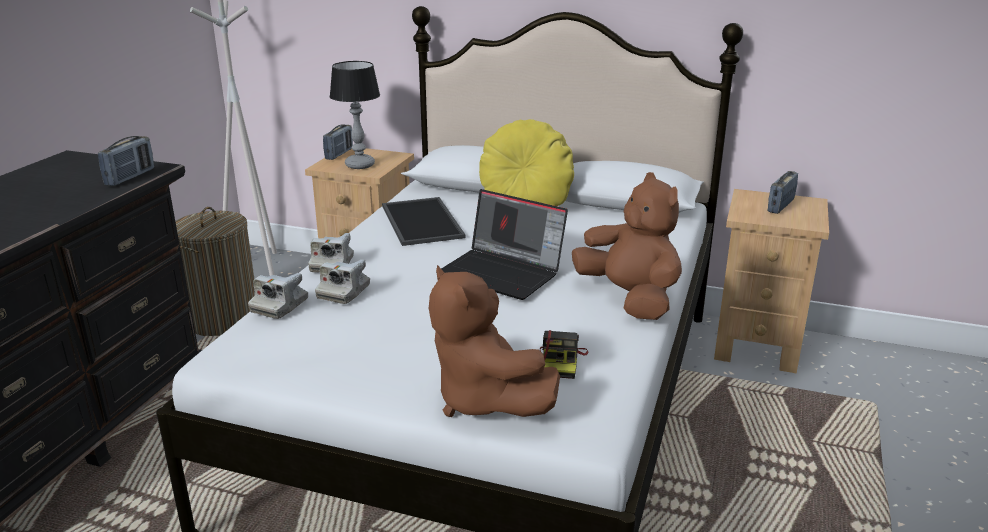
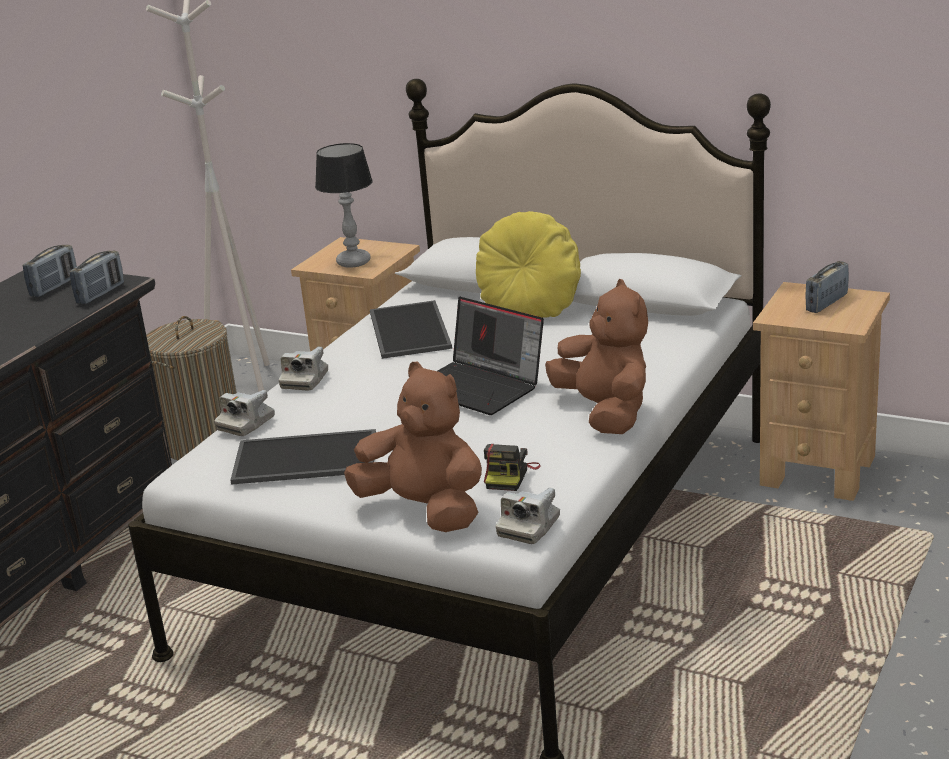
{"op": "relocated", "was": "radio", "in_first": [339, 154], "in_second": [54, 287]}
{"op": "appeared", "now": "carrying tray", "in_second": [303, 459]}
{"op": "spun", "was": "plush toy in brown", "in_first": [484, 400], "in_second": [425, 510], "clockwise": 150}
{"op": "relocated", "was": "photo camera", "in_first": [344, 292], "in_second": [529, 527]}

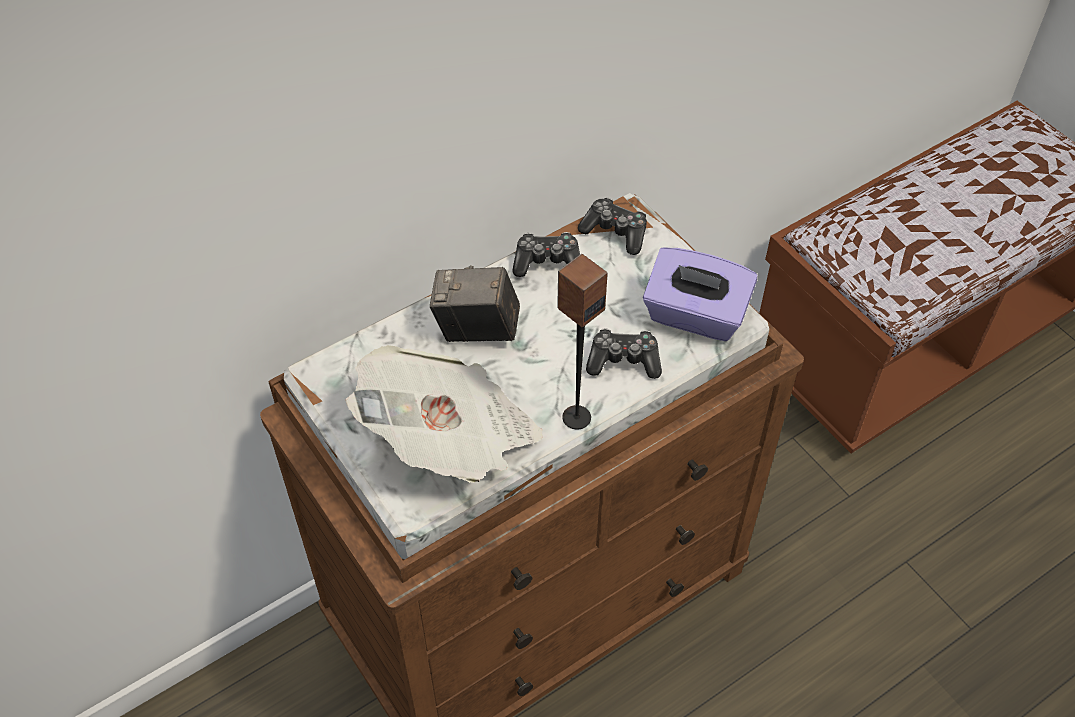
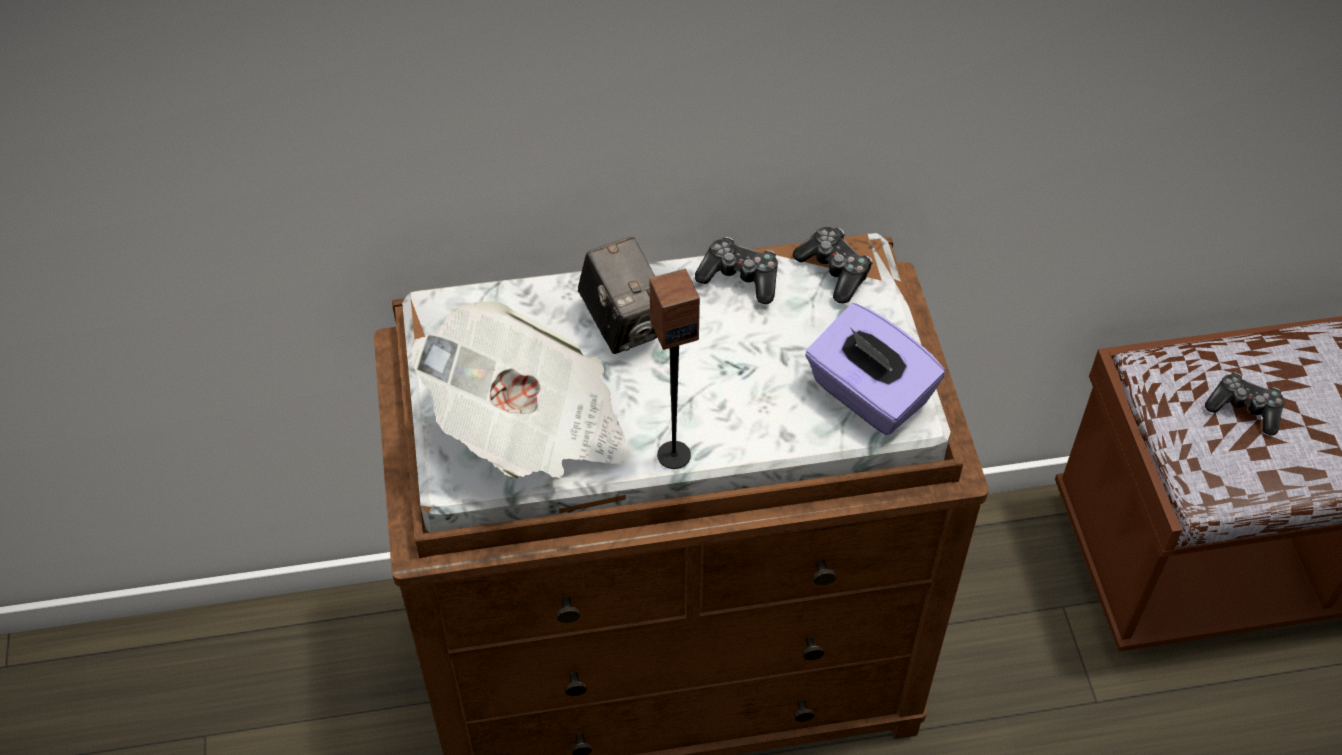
{"op": "spun", "was": "photo camera", "in_first": [477, 330], "in_second": [623, 323], "clockwise": -150}
{"op": "relocated", "was": "joypad", "in_first": [623, 360], "in_second": [1244, 409]}

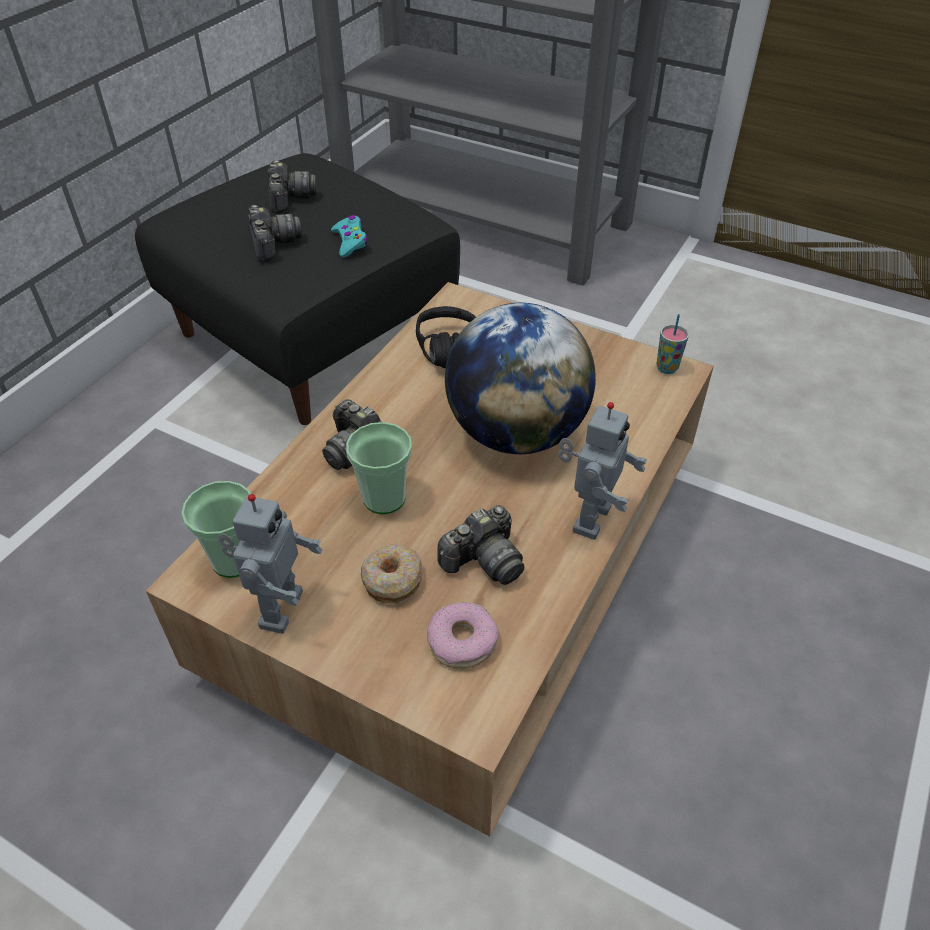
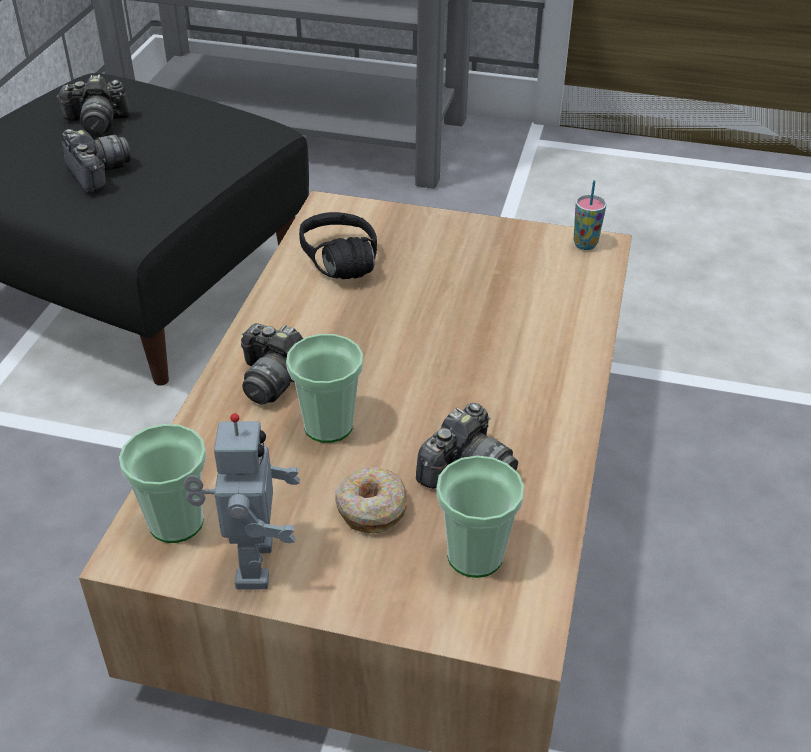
{"op": "spun", "was": "photo camera", "in_first": [290, 199], "in_second": [97, 123], "clockwise": 105}
{"op": "exchanged", "was": "doughnut", "now": "drinking cup", "in_first": [462, 641], "in_second": [475, 555]}
{"op": "missing", "was": "joypad in turquoise", "in_first": [350, 242]}
{"op": "missing", "was": "globe", "in_first": [516, 433]}
{"op": "missing", "was": "toy robot", "in_first": [589, 518]}

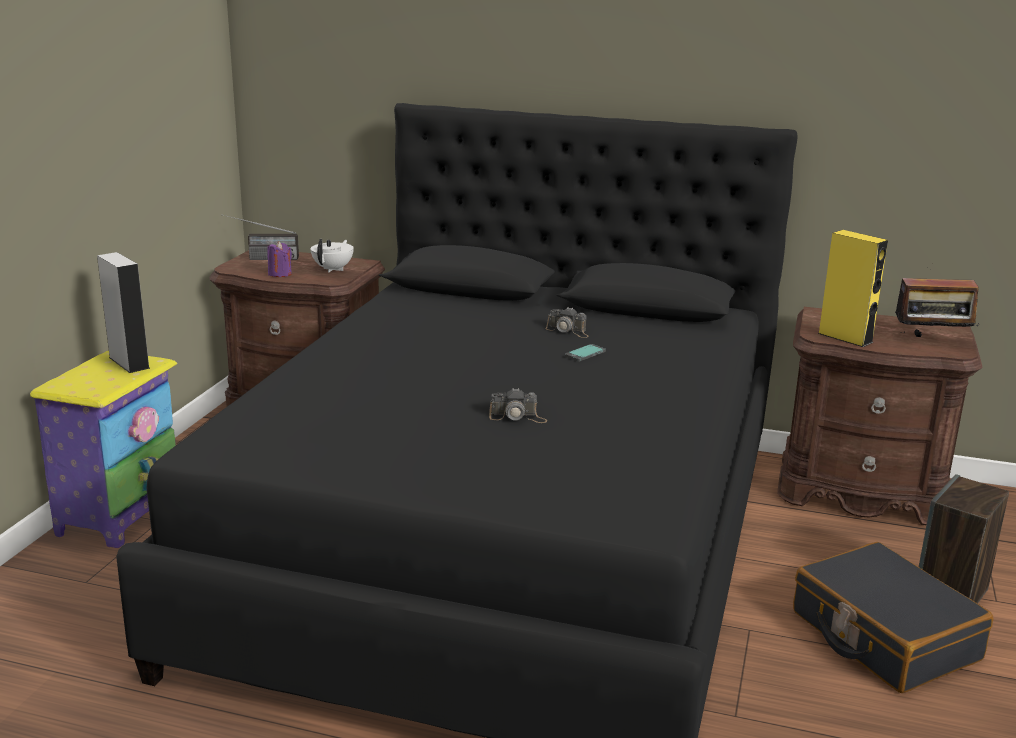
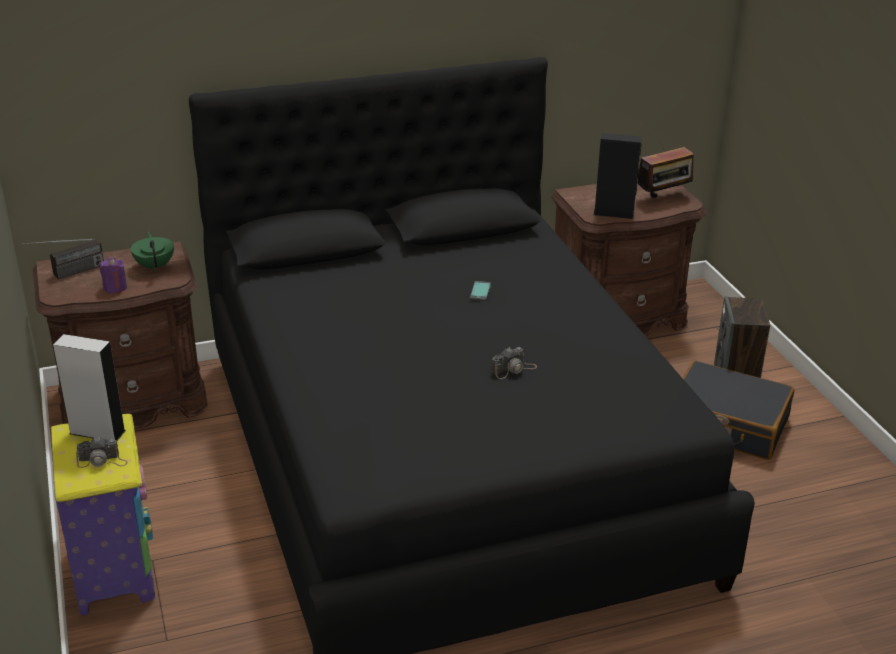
{"op": "relocated", "was": "photo camera", "in_first": [568, 331], "in_second": [102, 461]}
{"op": "colour", "was": "tea pot in white-coloured", "now": "tea pot in green-coloured", "in_first": [333, 269], "in_second": [155, 266]}
{"op": "colour", "was": "speaker in yellow", "now": "speaker in black", "in_first": [845, 338], "in_second": [614, 213]}

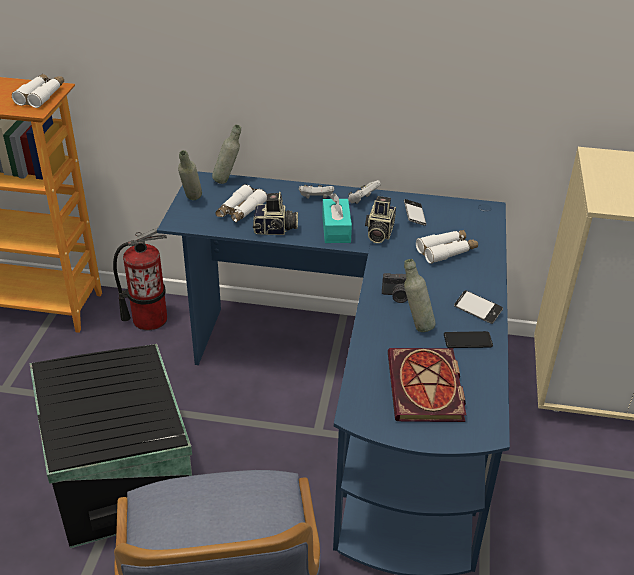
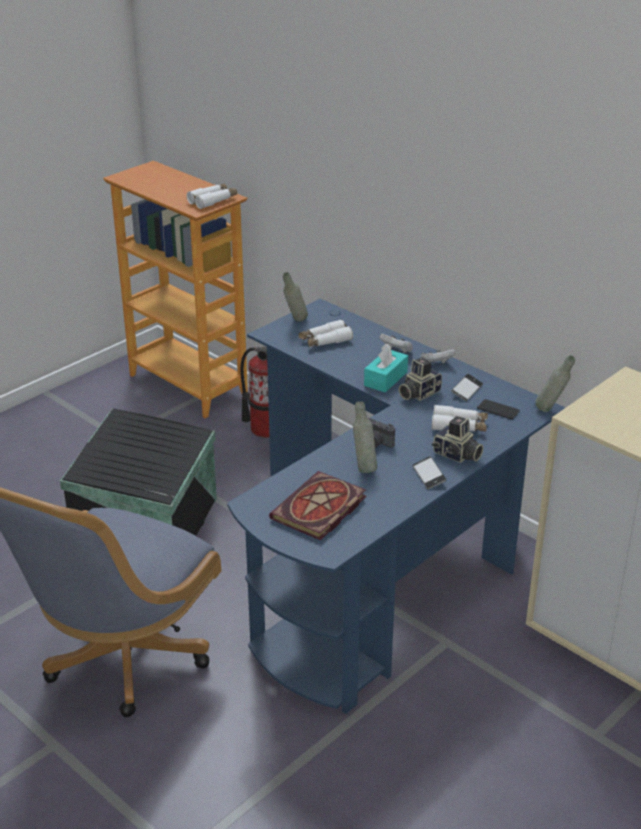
{"op": "relocated", "was": "photo camera", "in_first": [275, 230], "in_second": [457, 455]}
{"op": "relocated", "was": "telephone", "in_first": [468, 340], "in_second": [498, 410]}
{"op": "relocated", "was": "bottle in greyish", "in_first": [228, 181], "in_second": [551, 410]}

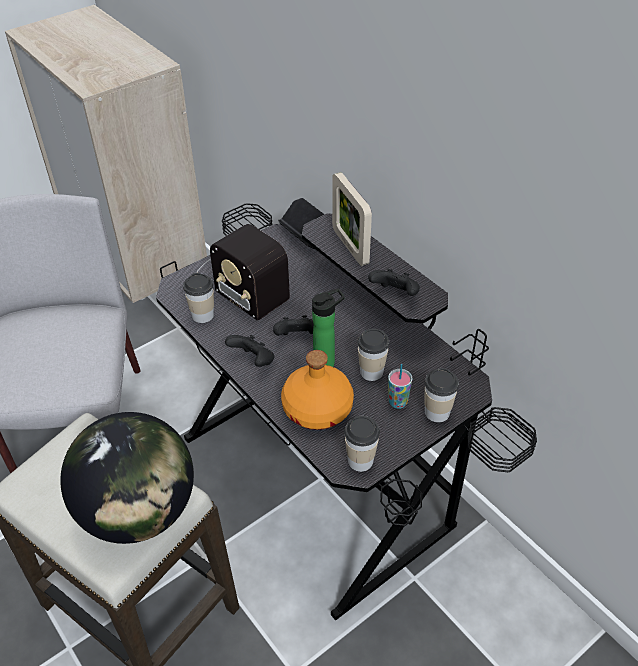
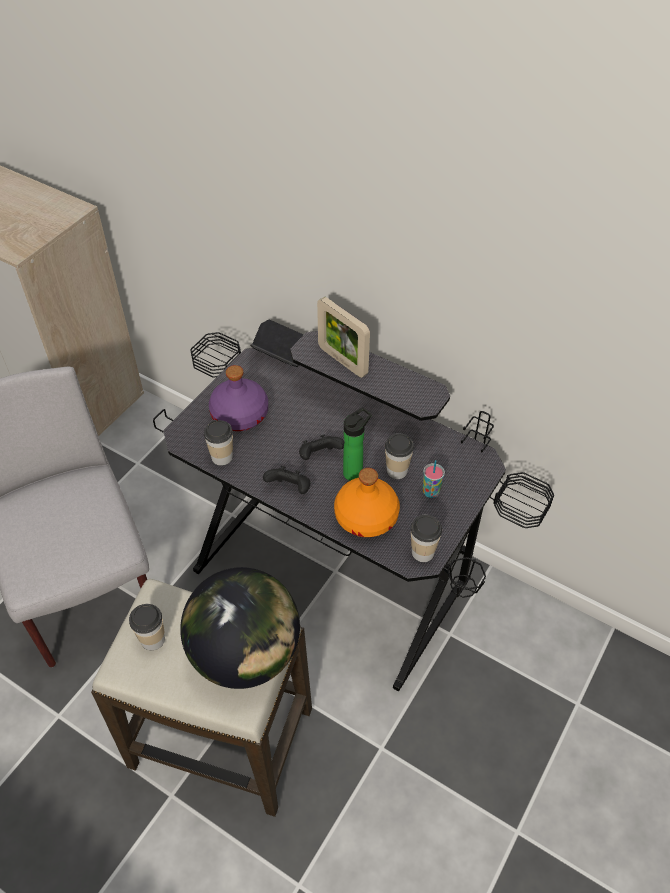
{"op": "relocated", "was": "drinking cup", "in_first": [437, 412], "in_second": [153, 639]}
{"op": "exchanged", "was": "radio", "now": "bottle in purple", "in_first": [240, 281], "in_second": [240, 414]}
{"op": "missing", "was": "joypad in black", "in_first": [395, 295]}

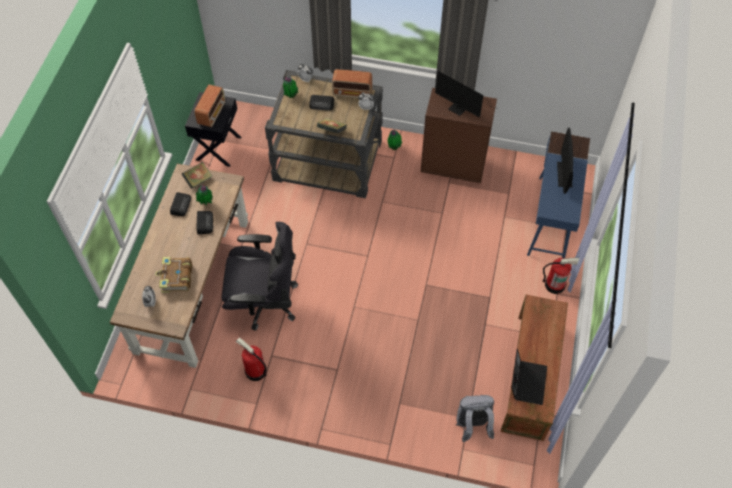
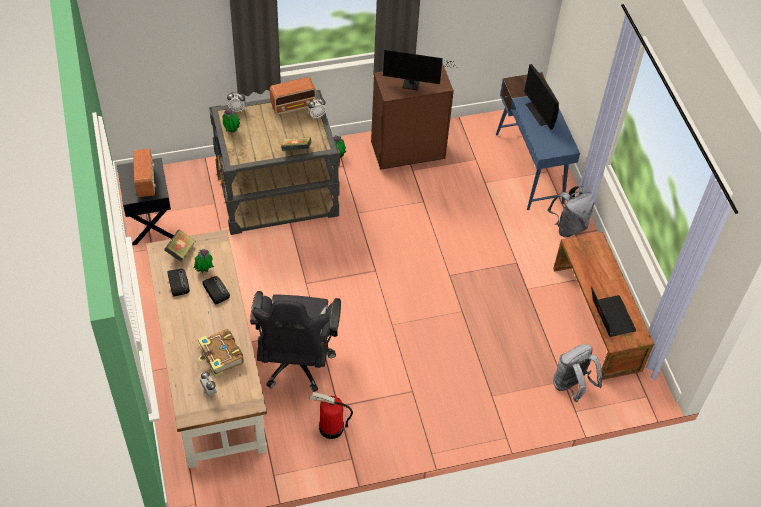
{"op": "spun", "was": "office chair in black", "in_first": [263, 301], "in_second": [296, 357], "clockwise": 120}
{"op": "exchanged", "was": "extinguisher", "now": "knapsack in greyish", "in_first": [555, 284], "in_second": [568, 227]}
{"op": "missing", "was": "radio", "in_first": [322, 104]}

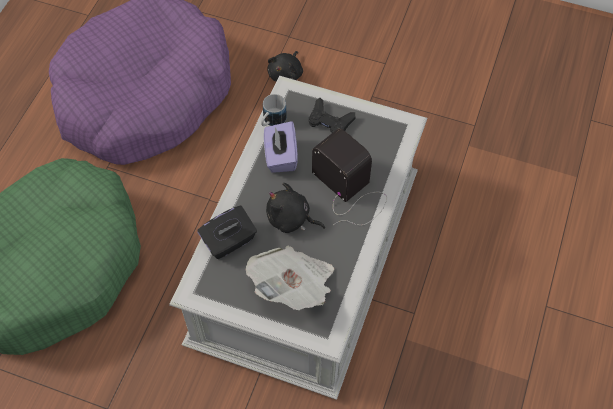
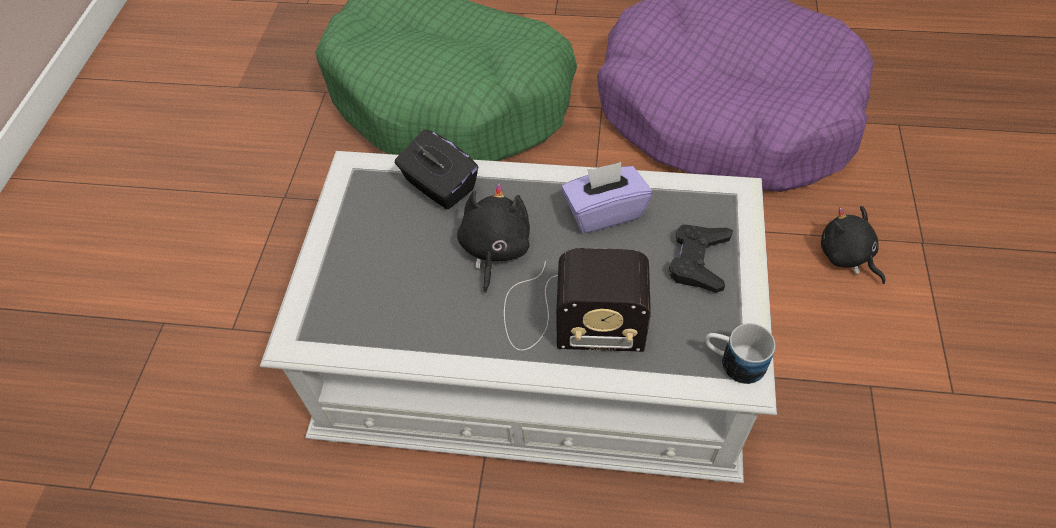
{"op": "spun", "was": "radio", "in_first": [350, 191], "in_second": [568, 317], "clockwise": 60}
{"op": "relocated", "was": "tea mug", "in_first": [271, 121], "in_second": [733, 362]}
{"op": "spun", "was": "plush toy in black", "in_first": [286, 74], "in_second": [847, 256], "clockwise": 45}
{"op": "missing", "was": "newspaper", "in_first": [293, 286]}

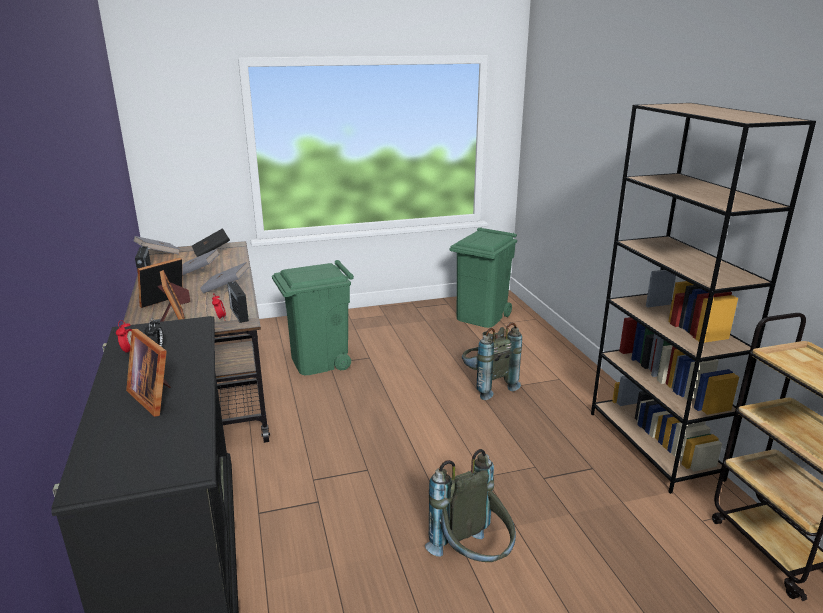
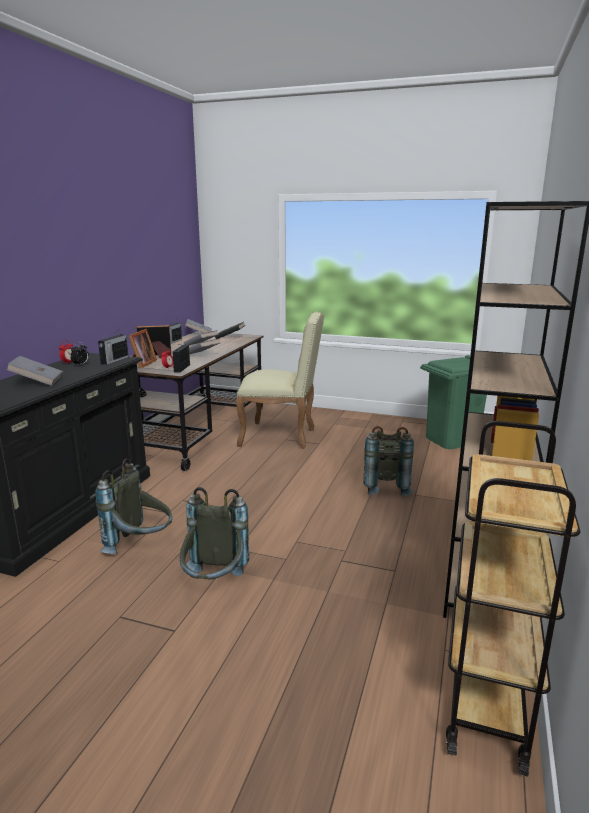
{"op": "exchanged", "was": "standing frame", "now": "volume in greyish", "in_first": [155, 397], "in_second": [37, 382]}
{"op": "appeared", "now": "knapsack in greyish", "in_second": [141, 546]}
{"op": "appeared", "now": "radio", "in_second": [114, 360]}
{"op": "exchanged", "was": "rubbish bin in green-coloured", "now": "plain chair in beige-coloured", "in_first": [318, 361], "in_second": [280, 436]}

